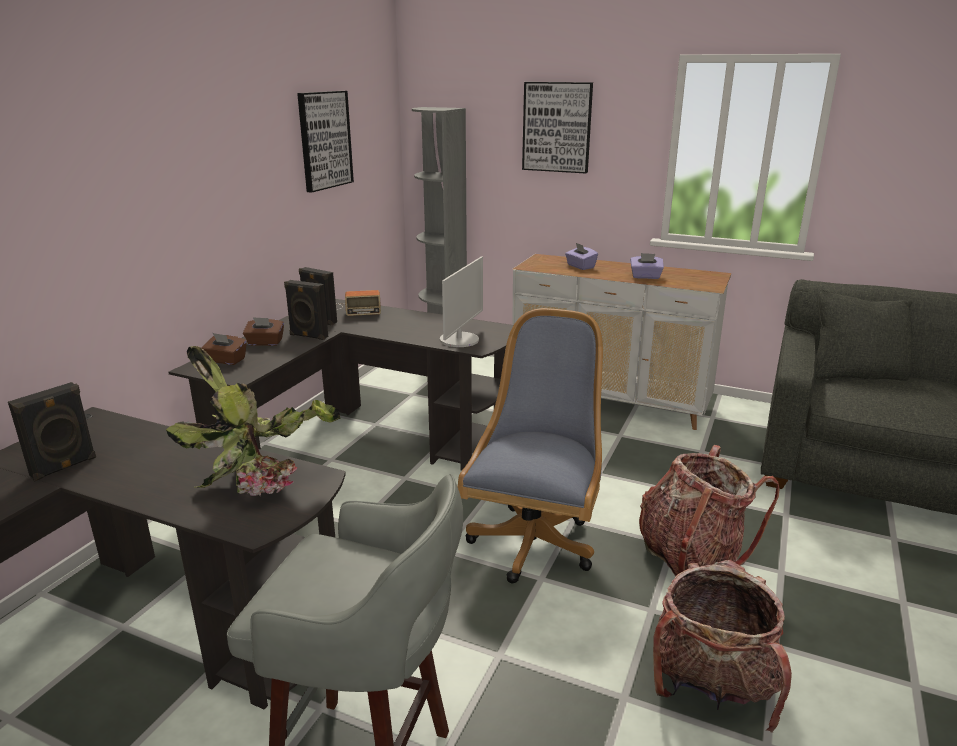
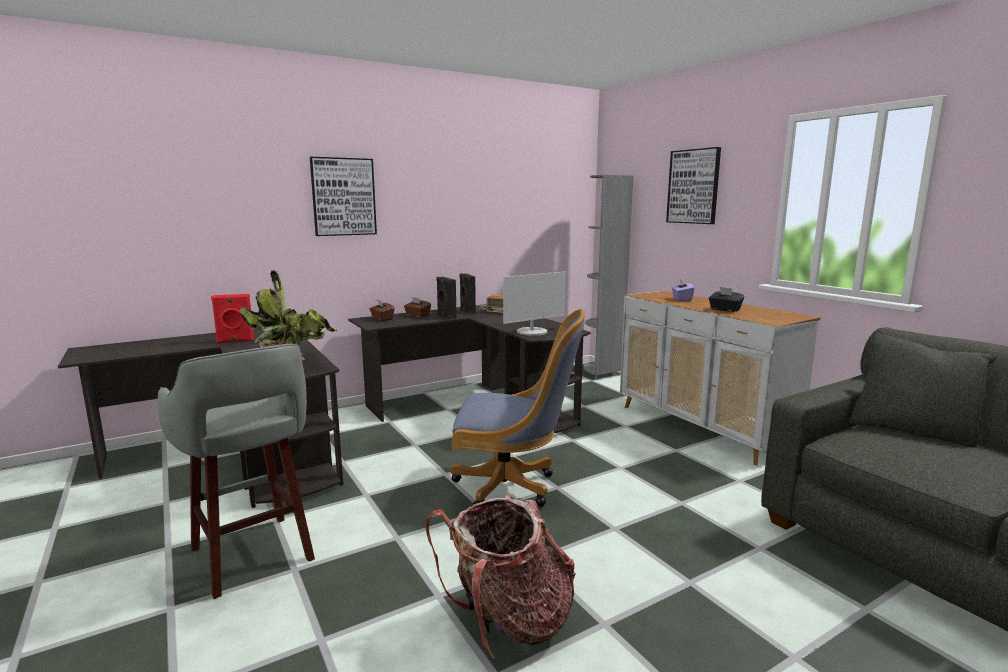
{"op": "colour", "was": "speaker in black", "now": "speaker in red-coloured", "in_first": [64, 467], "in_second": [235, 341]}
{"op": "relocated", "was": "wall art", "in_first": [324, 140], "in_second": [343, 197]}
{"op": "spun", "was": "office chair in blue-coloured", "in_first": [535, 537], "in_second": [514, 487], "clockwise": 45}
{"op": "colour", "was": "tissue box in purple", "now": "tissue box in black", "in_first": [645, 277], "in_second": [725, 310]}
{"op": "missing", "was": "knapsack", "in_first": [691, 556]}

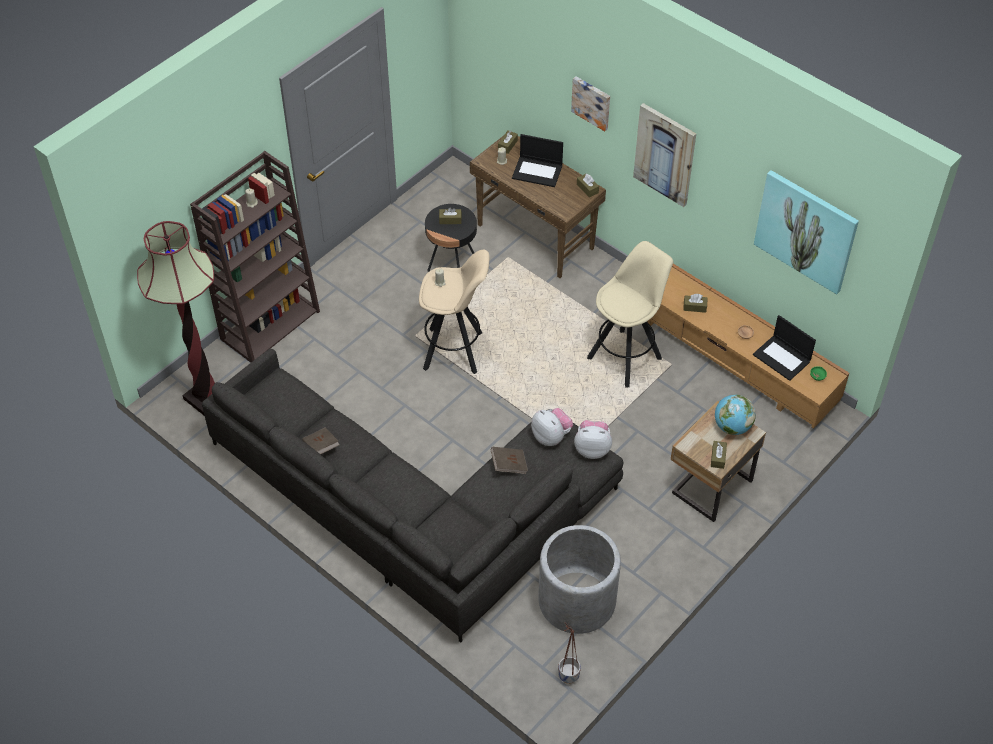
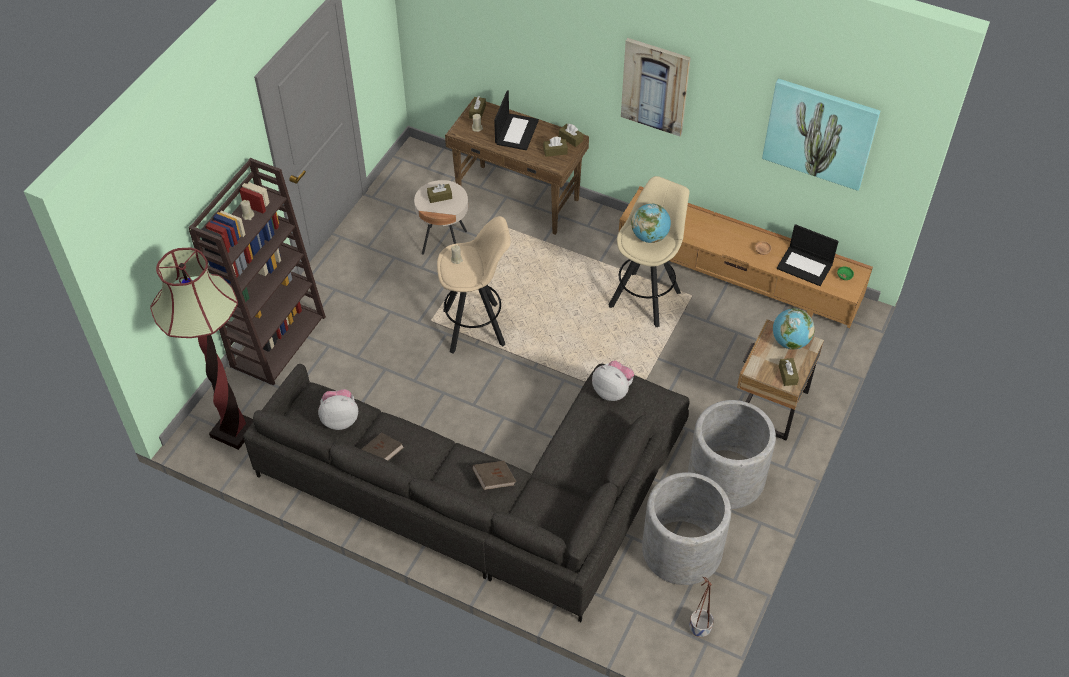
{"op": "relocated", "was": "plush toy", "in_first": [592, 448], "in_second": [340, 419]}
{"op": "colour", "was": "accent table in black", "now": "accent table in beige-coloured", "in_first": [452, 264], "in_second": [444, 242]}
{"op": "relocated", "was": "volume in brown", "in_first": [509, 465], "in_second": [494, 480]}
{"op": "spun", "was": "portable computer", "in_first": [538, 171], "in_second": [516, 131], "clockwise": -75}
{"op": "relocated", "was": "tissue box in brown", "in_first": [694, 307], "in_second": [555, 151]}
{"op": "appeared", "now": "globe", "in_second": [650, 236]}
{"op": "appeared", "now": "plant pot in greyish", "in_second": [726, 477]}
{"op": "missing", "was": "wall art", "in_first": [592, 102]}

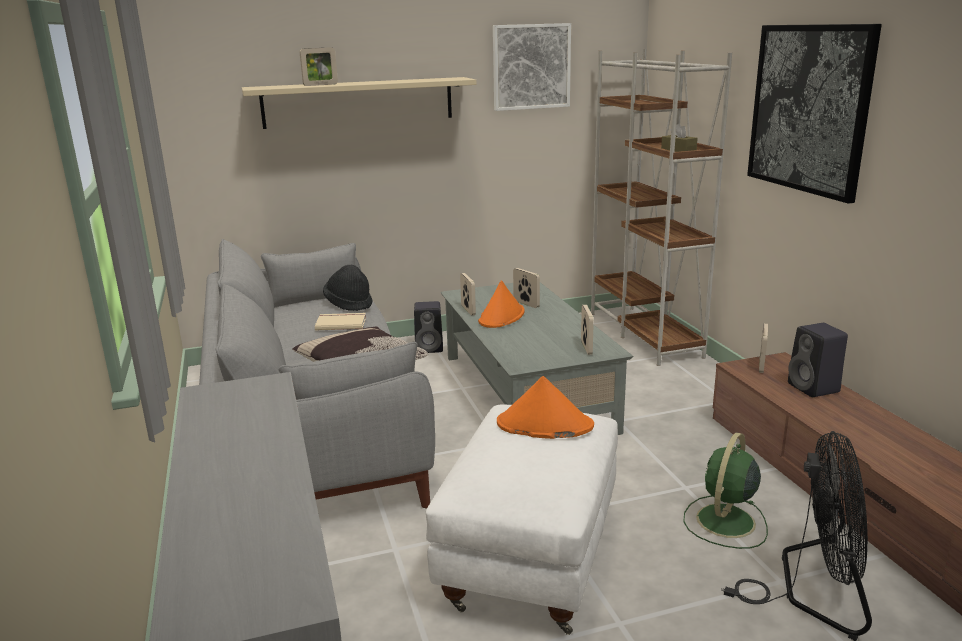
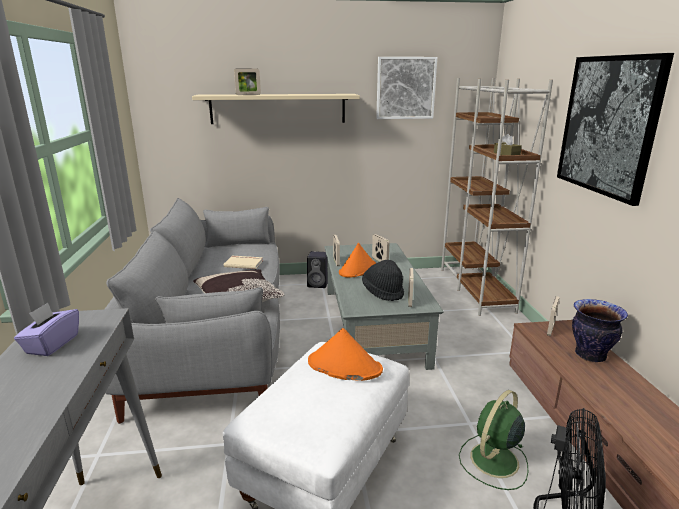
{"op": "appeared", "now": "tissue box in purple", "in_second": [52, 344]}
{"op": "relocated", "was": "hat in black", "in_first": [349, 304], "in_second": [383, 292]}
{"op": "exchanged", "was": "speaker in black", "now": "flower vase", "in_first": [814, 388], "in_second": [590, 355]}

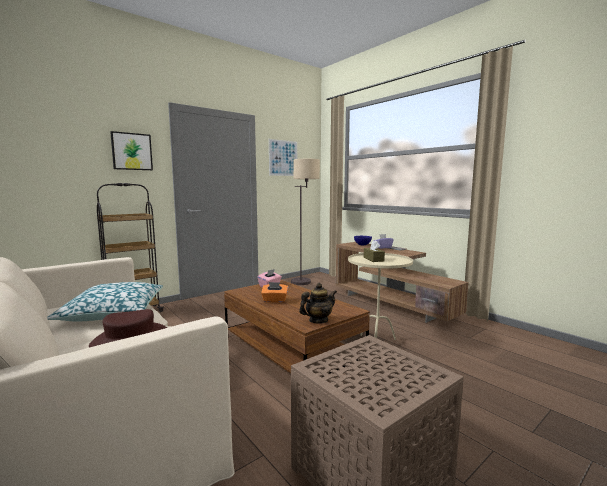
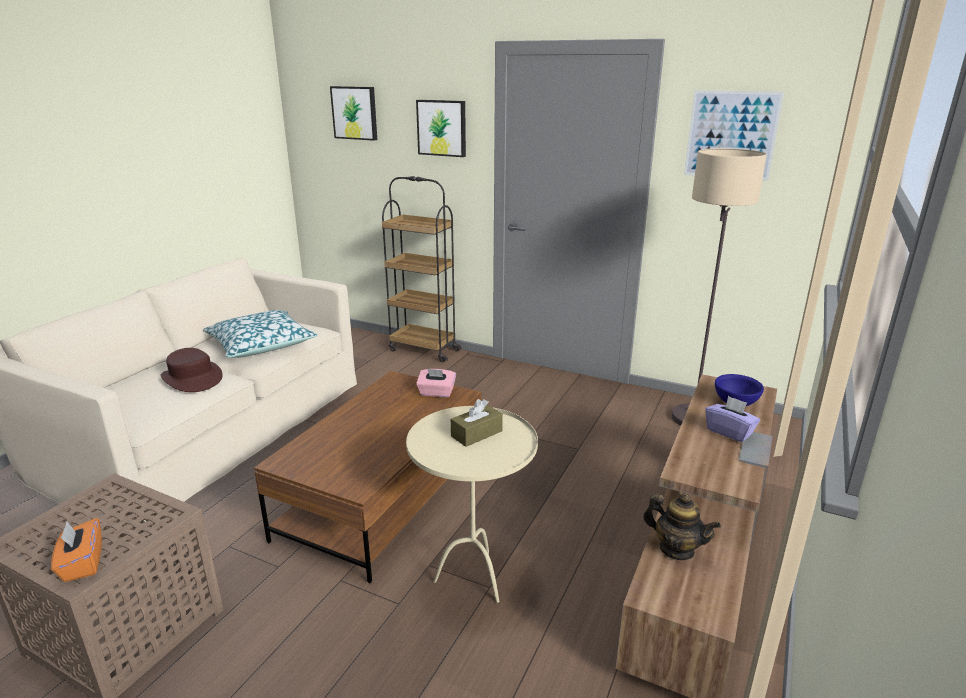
{"op": "relocated", "was": "tissue box in orange-coloured", "in_first": [274, 300], "in_second": [82, 563]}
{"op": "appeared", "now": "wall art", "in_second": [355, 113]}
{"op": "relocated", "was": "tea pot", "in_first": [318, 320], "in_second": [676, 549]}

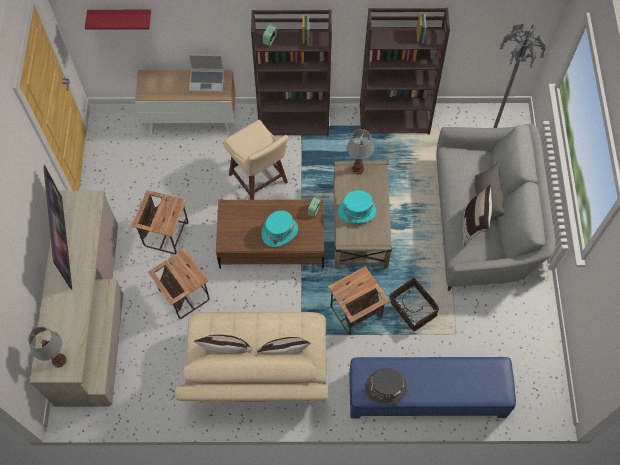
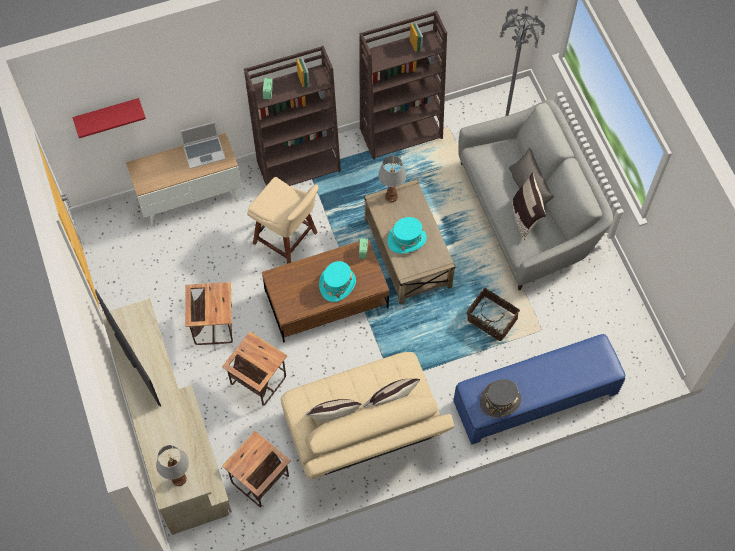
{"op": "relocated", "was": "accent table", "in_first": [355, 313], "in_second": [259, 481]}

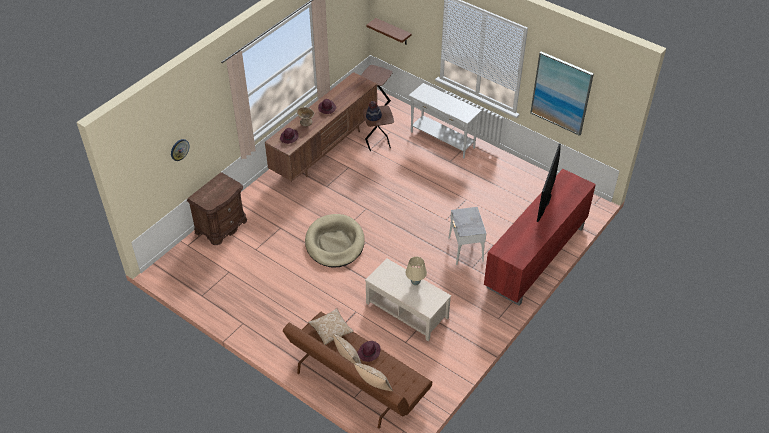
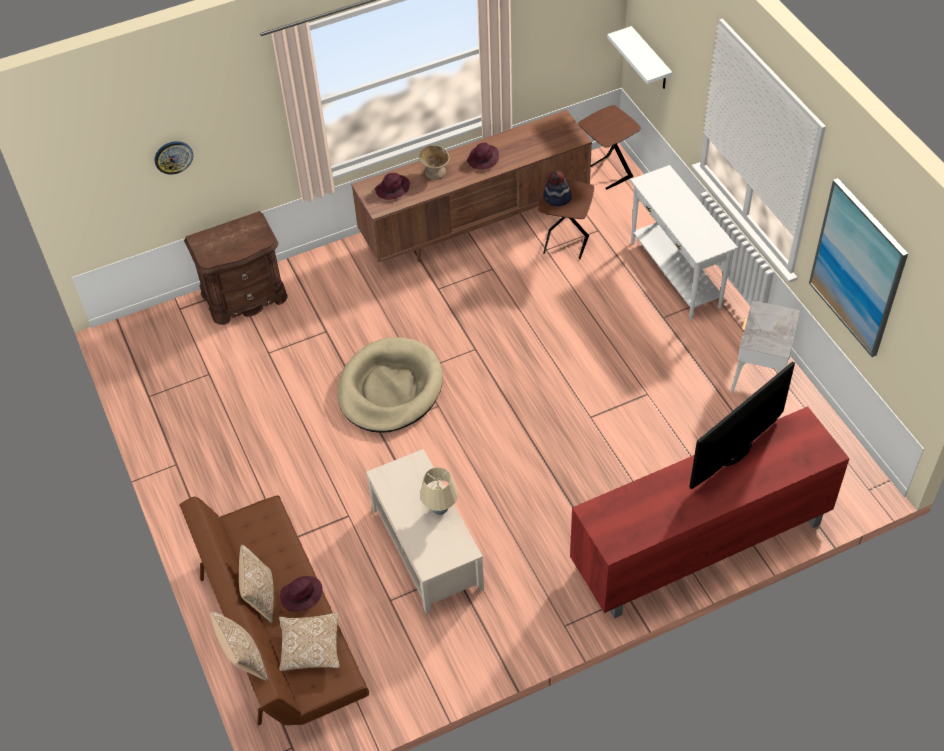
{"op": "relocated", "was": "throw pillow", "in_first": [331, 330], "in_second": [310, 647]}
{"op": "colour", "was": "shelf in brown", "now": "shelf in white-coloured", "in_first": [393, 32], "in_second": [650, 60]}
{"op": "relocated", "was": "accent table", "in_first": [465, 250], "in_second": [759, 375]}

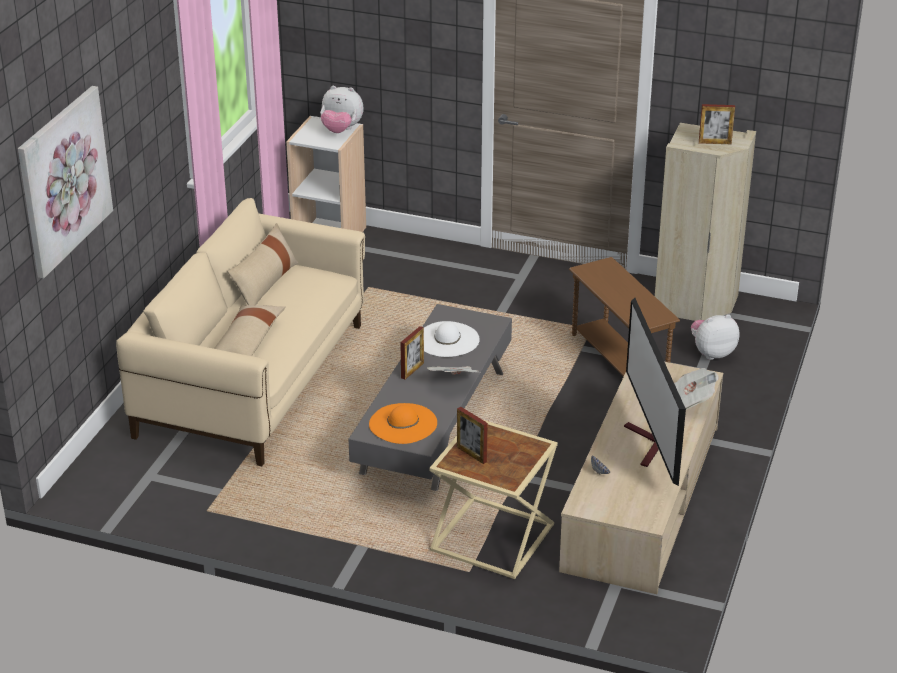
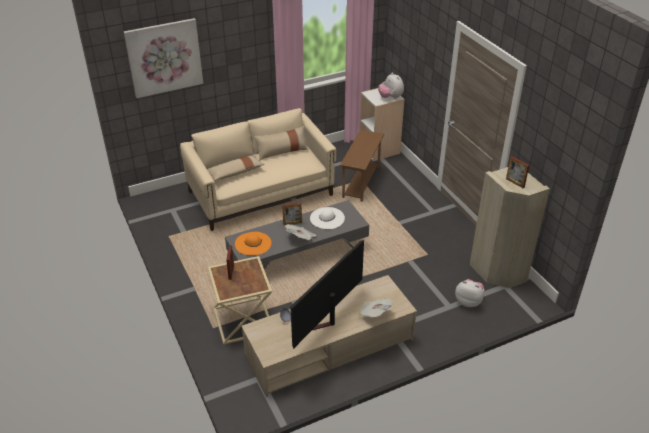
{"op": "relocated", "was": "accent table in brown", "in_first": [619, 360], "in_second": [361, 182]}

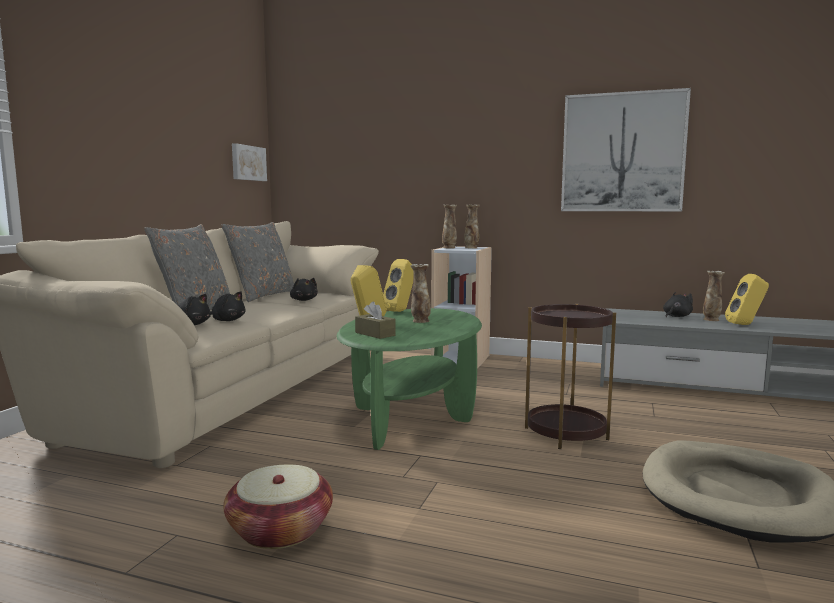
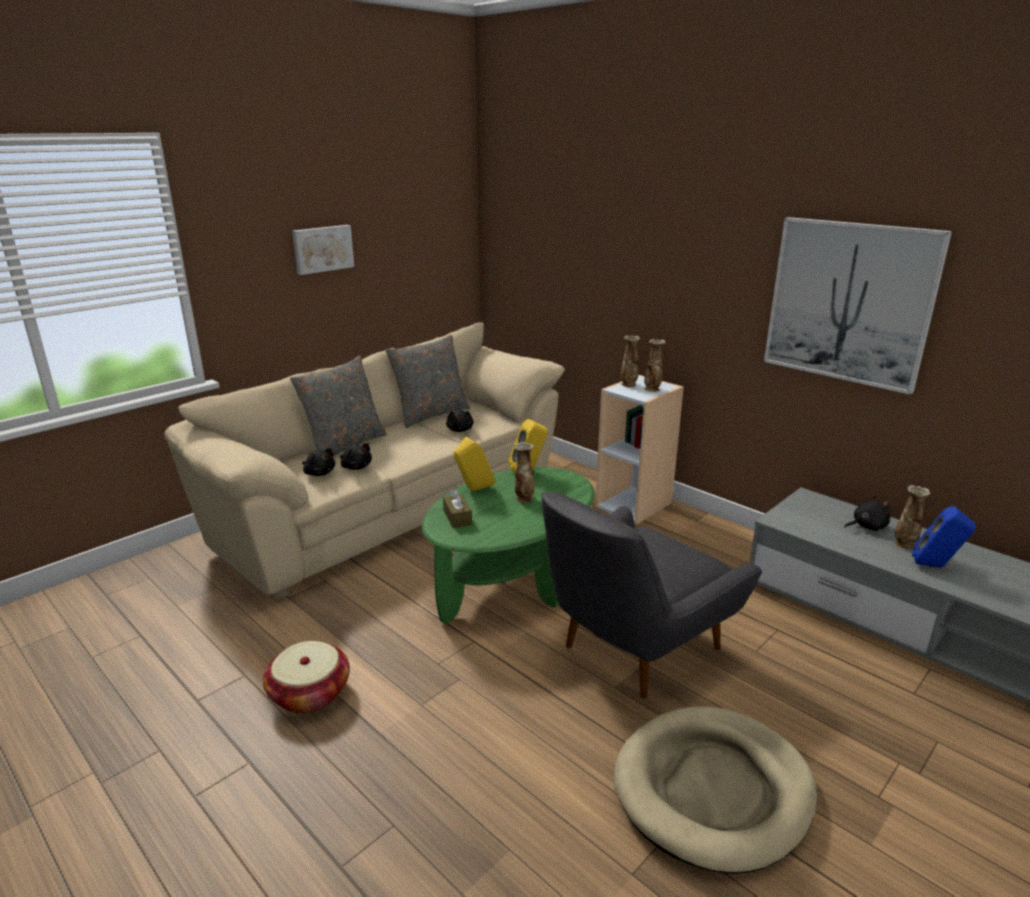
{"op": "relocated", "was": "wall art", "in_first": [248, 163], "in_second": [322, 249]}
{"op": "exchanged", "was": "accent table in brown", "now": "armchair in greyish", "in_first": [566, 433], "in_second": [632, 651]}
{"op": "colour", "was": "speaker in yellow", "now": "speaker in blue-coloured", "in_first": [745, 324], "in_second": [935, 566]}

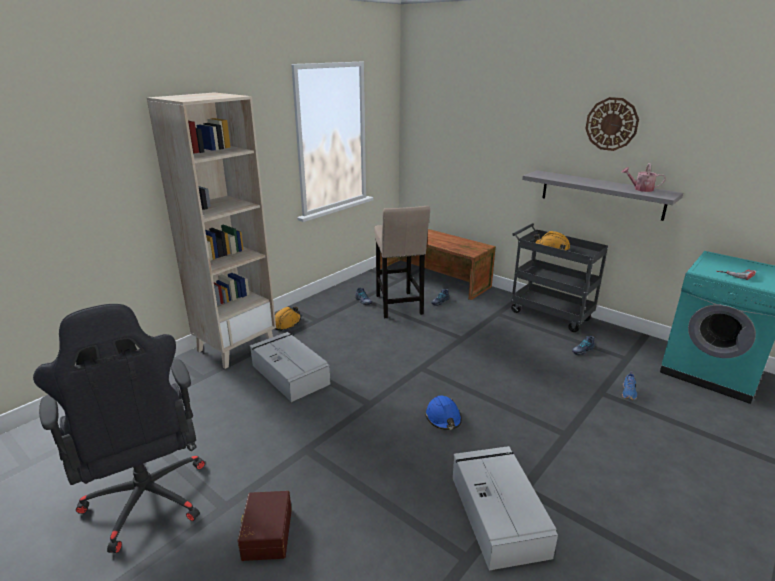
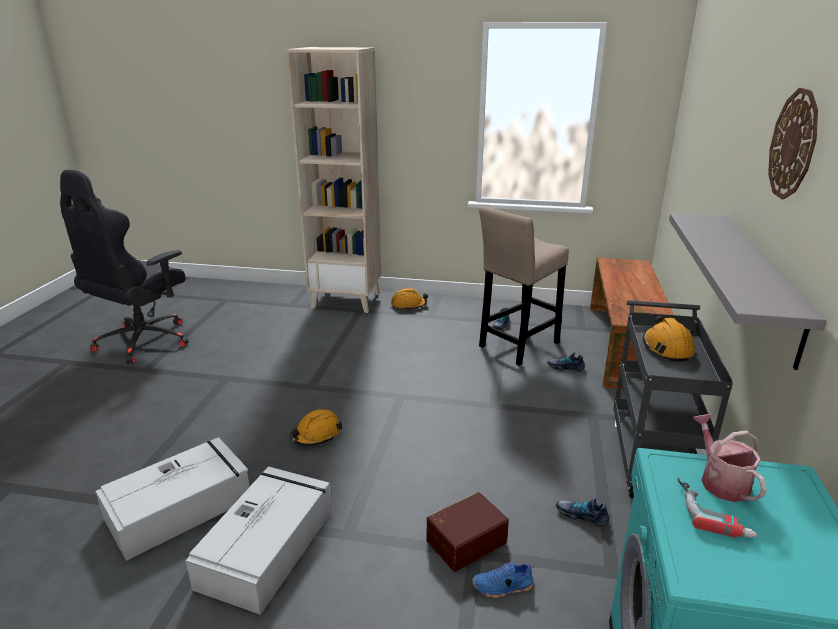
{"op": "relocated", "was": "storage container in greyish", "in_first": [289, 374], "in_second": [268, 547]}
{"op": "colour", "was": "safety helmet in blue-coloured", "now": "safety helmet in orange-coloured", "in_first": [443, 418], "in_second": [316, 435]}
{"op": "relocated", "was": "storage container in brown", "in_first": [265, 534], "in_second": [465, 540]}
{"op": "relocated", "was": "watering can", "in_first": [640, 189], "in_second": [720, 481]}

